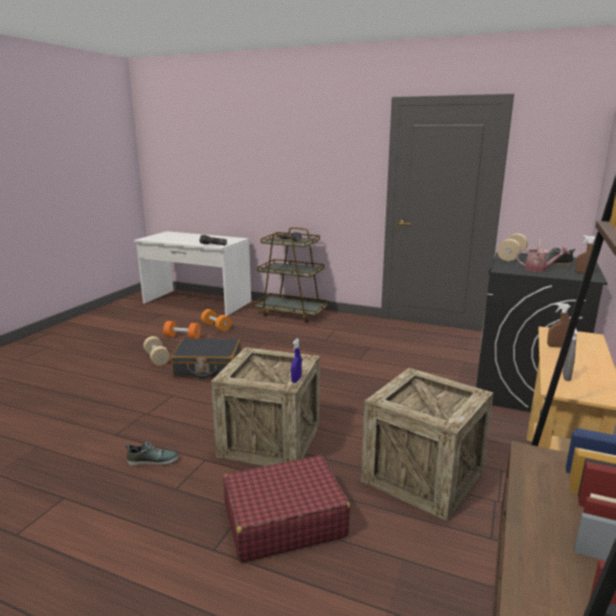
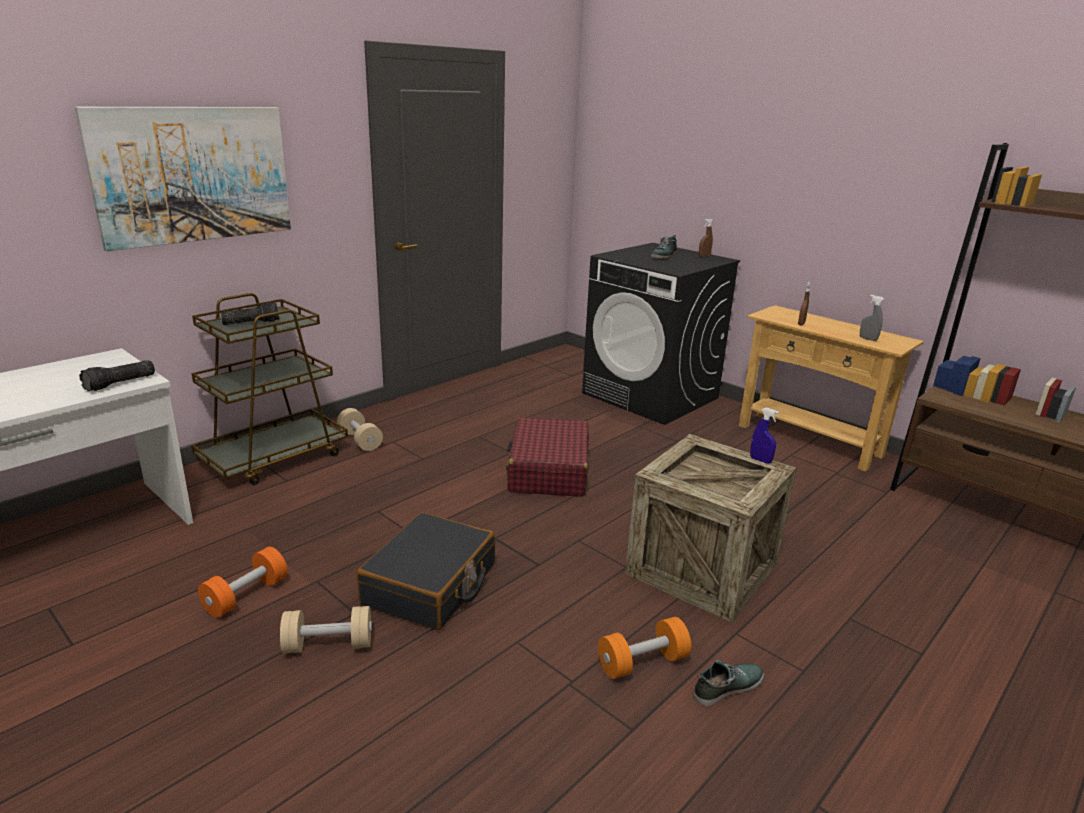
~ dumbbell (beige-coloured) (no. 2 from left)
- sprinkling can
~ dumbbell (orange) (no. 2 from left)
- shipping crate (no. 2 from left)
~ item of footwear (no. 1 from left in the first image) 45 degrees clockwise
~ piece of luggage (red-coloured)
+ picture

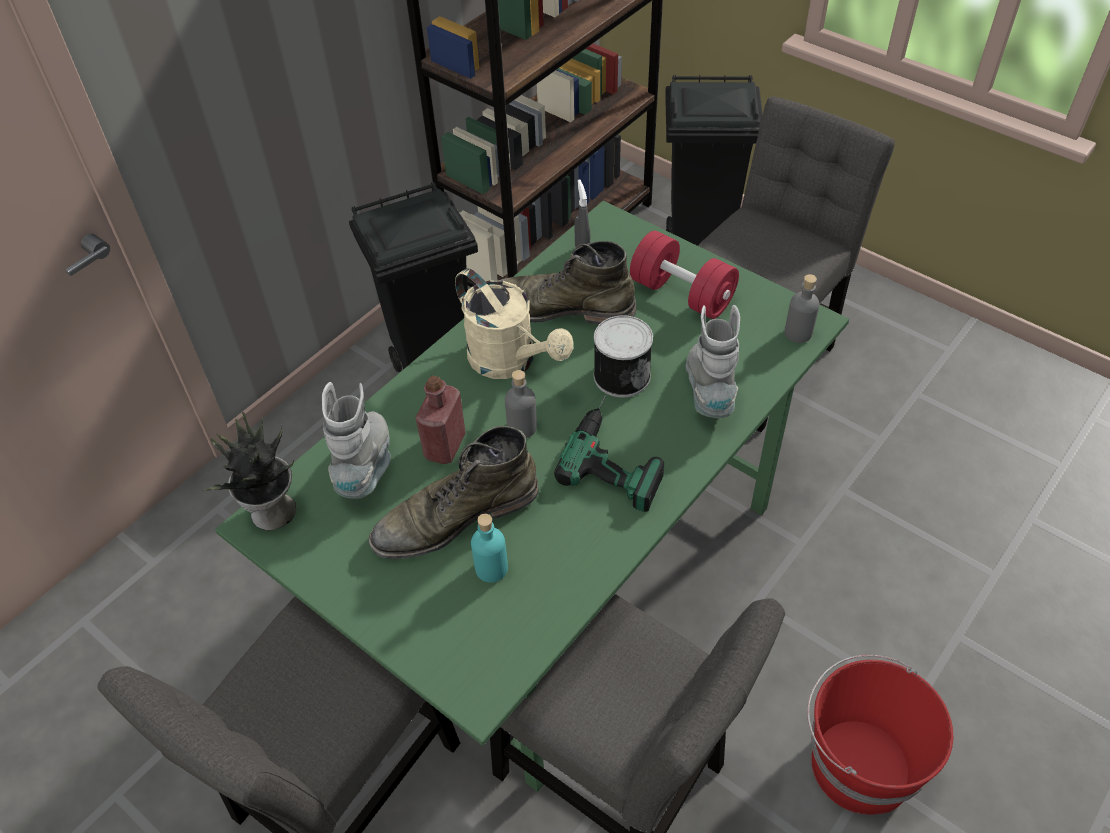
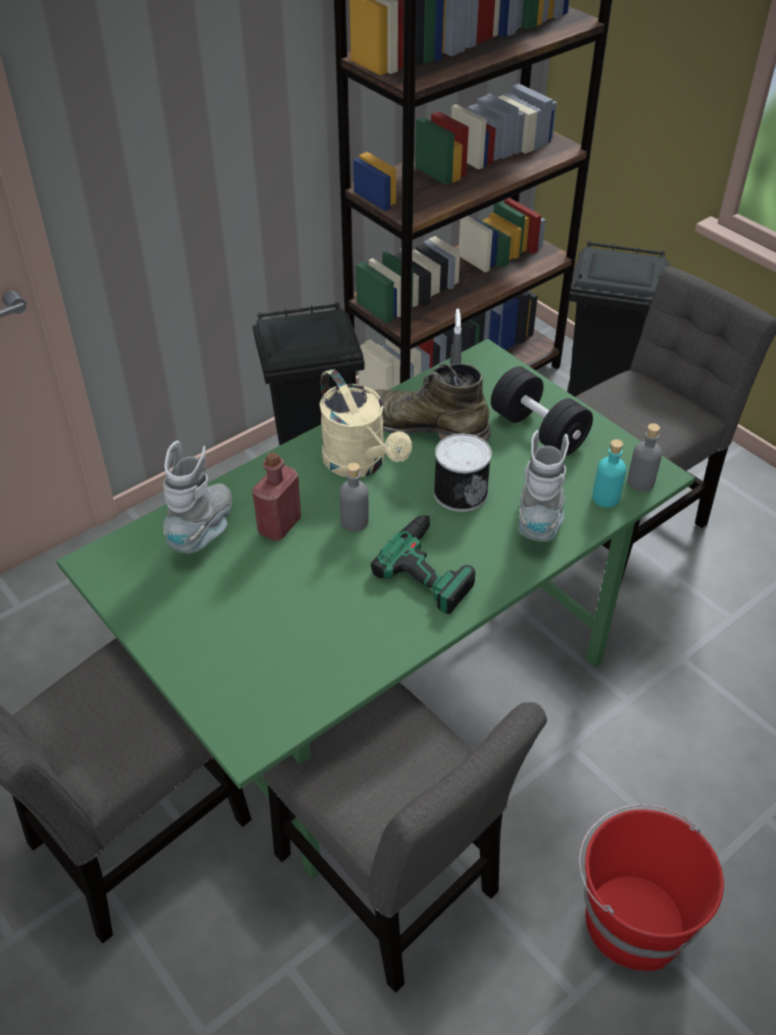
~ dumbbell (red-coloured) to dumbbell (black)
- houseplant
- high-top boot (green) (no. 1 from left)
~ drink bottle (turquoise)

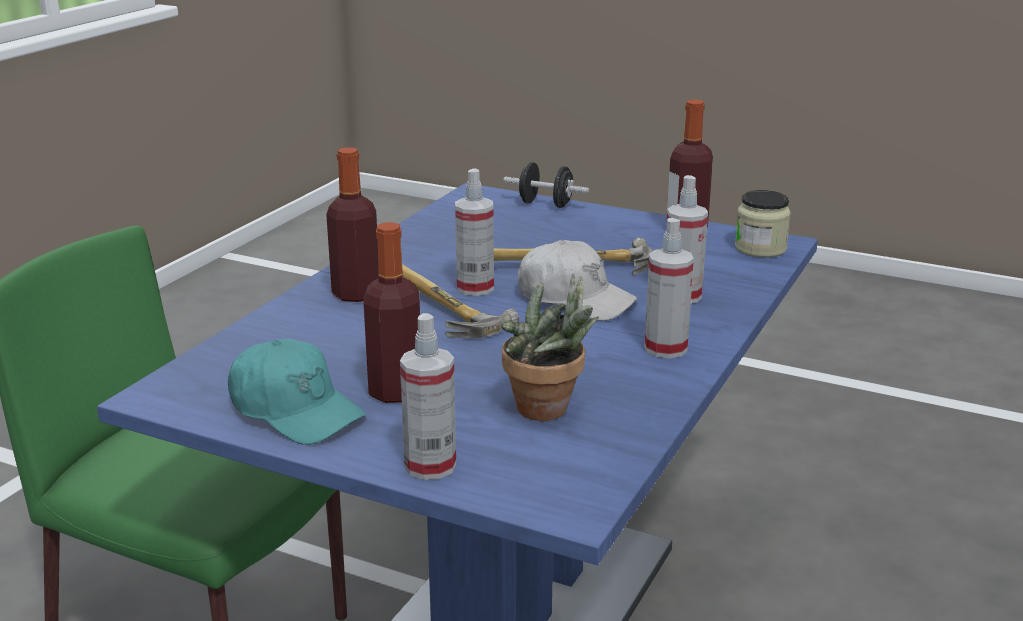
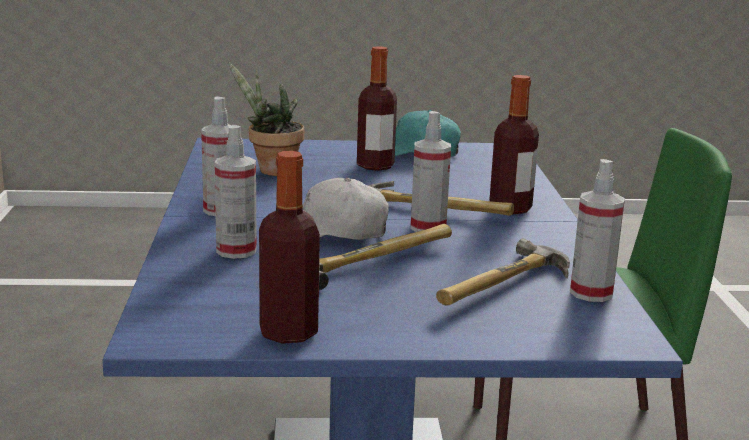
- dumbbell (black)
- jar
~ hand sprayer (no. 1 from left in the first image) to hand sprayer (no. 4 from left)
+ hand hammer (no. 3 from left)

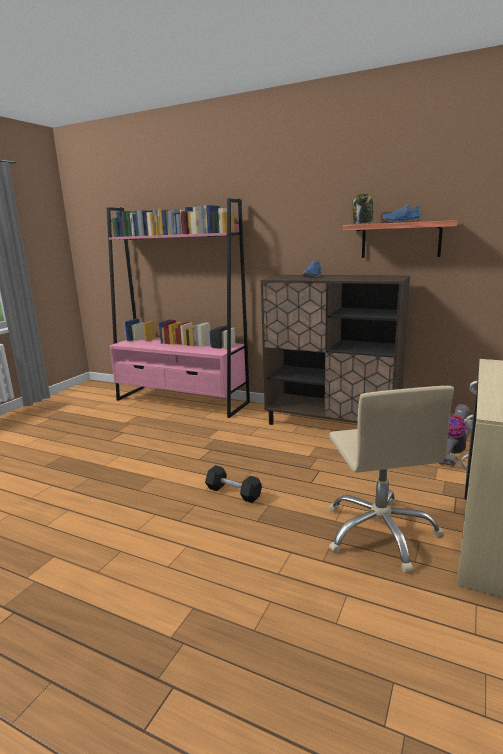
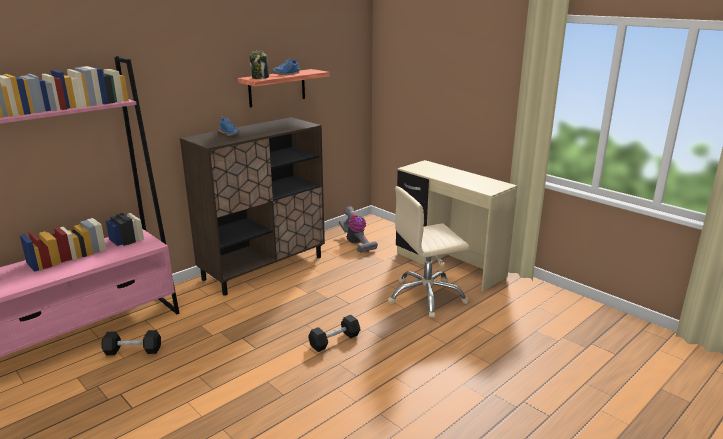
~ desk chair (beige-coloured) 150 degrees clockwise
+ dumbbell (black) (no. 1 from left)

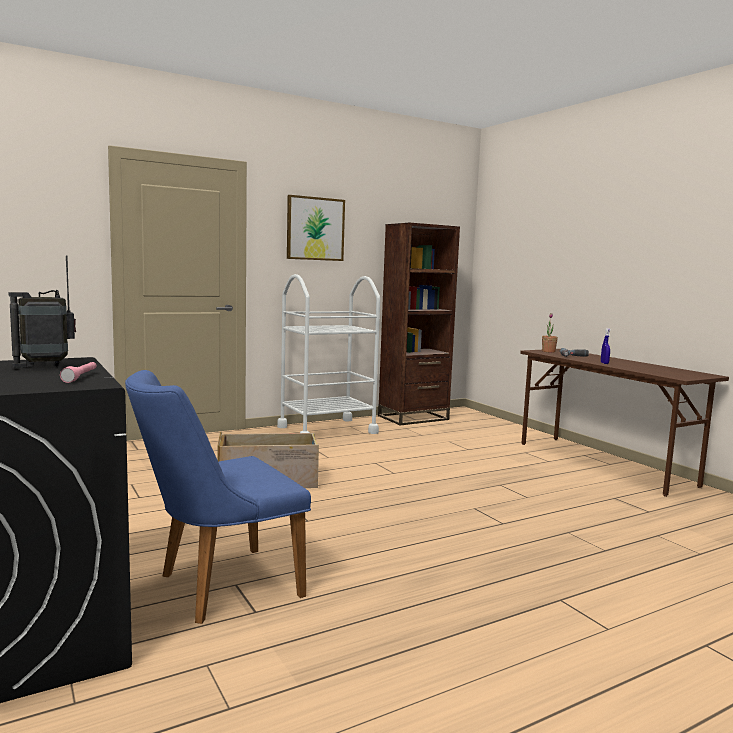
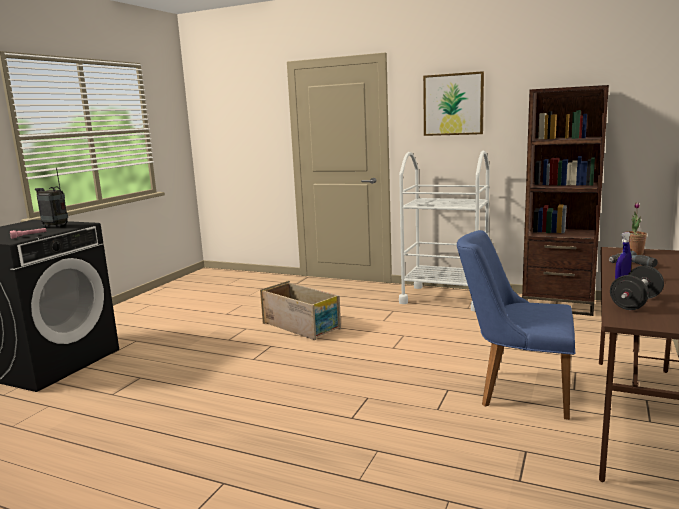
~ plain chair (blue-coloured)
+ dumbbell (black)

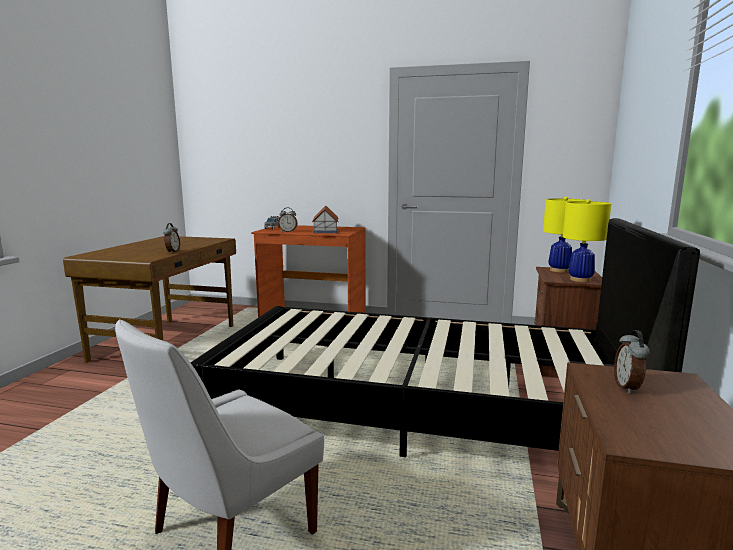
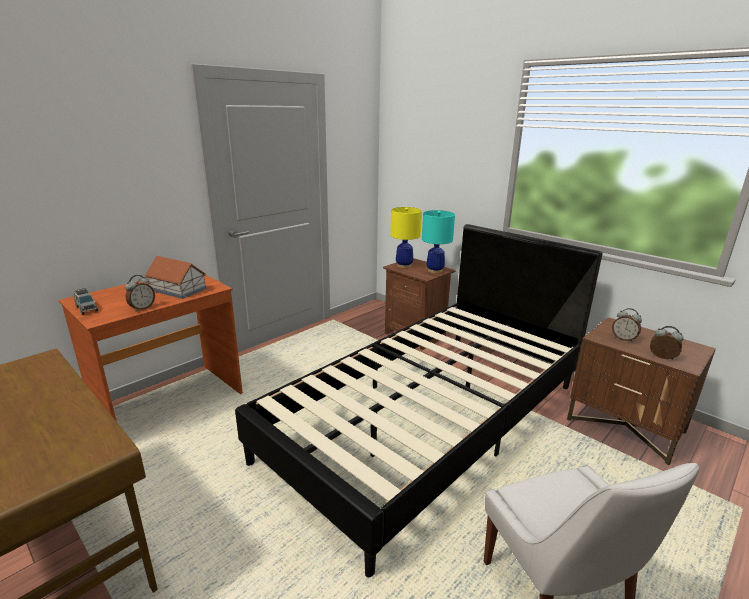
~ table lamp (yellow) (no. 2 from left) to table lamp (turquoise)
~ table clock (no. 1 from left in the first image) to table clock (no. 3 from left)

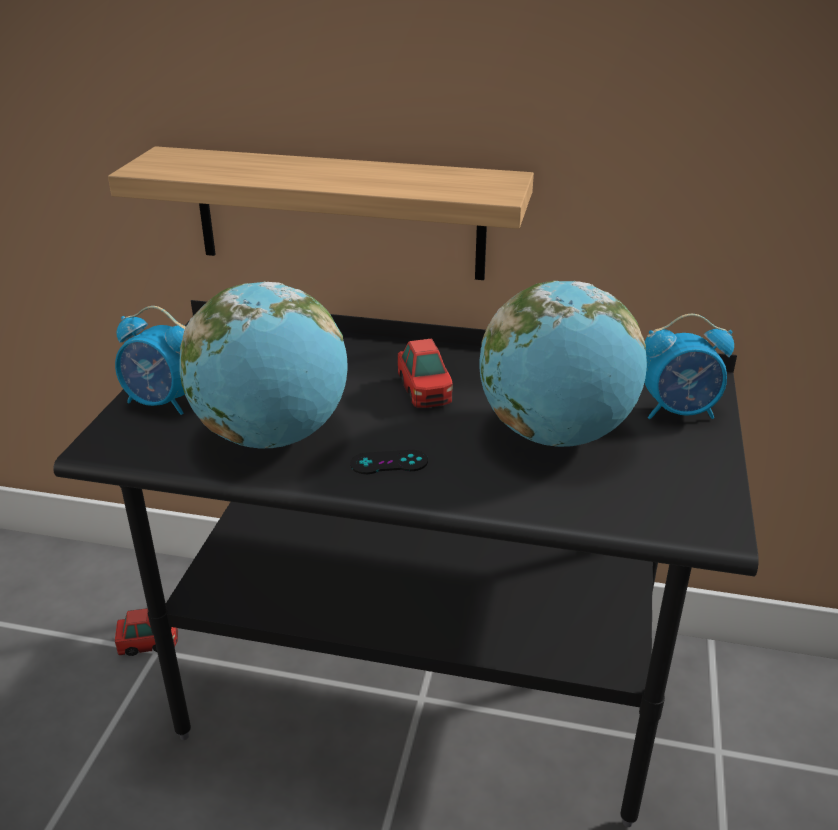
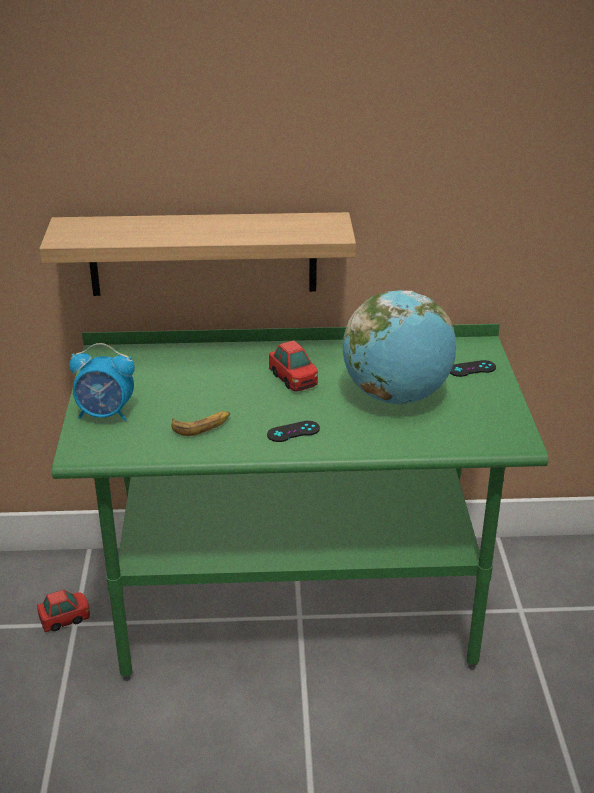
~ world globe (no. 1 from left) to banana fruit
~ desk unit (black) to desk unit (green)
~ table clock (no. 2 from left) to gamepad (black) (no. 2 from left)

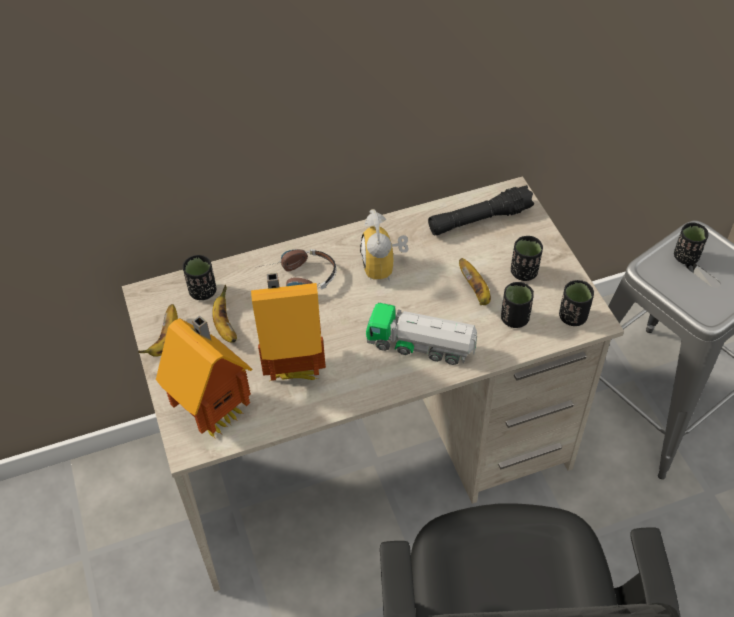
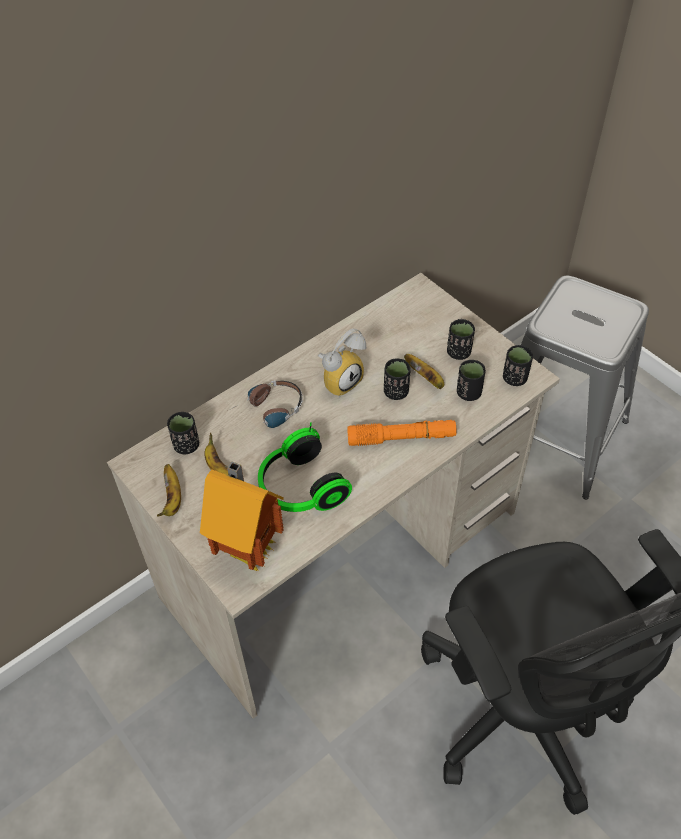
- flashlight (black)
~ table clock 105 degrees counterclockwise
~ cup (black) (no. 5 from left in the first image) to cup (black) (no. 2 from left)
~ miniature house (no. 2 from left) to pair of headphones (no. 2 from left)
~ toy lorry to flashlight (orange)

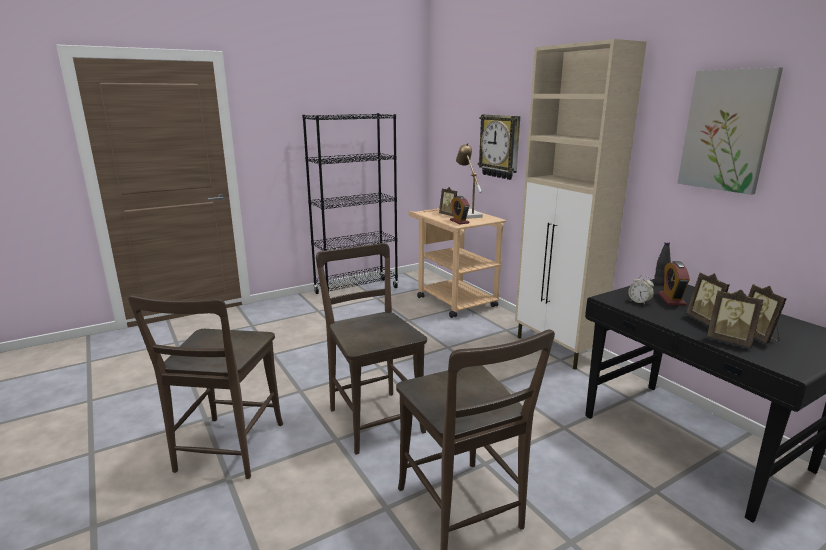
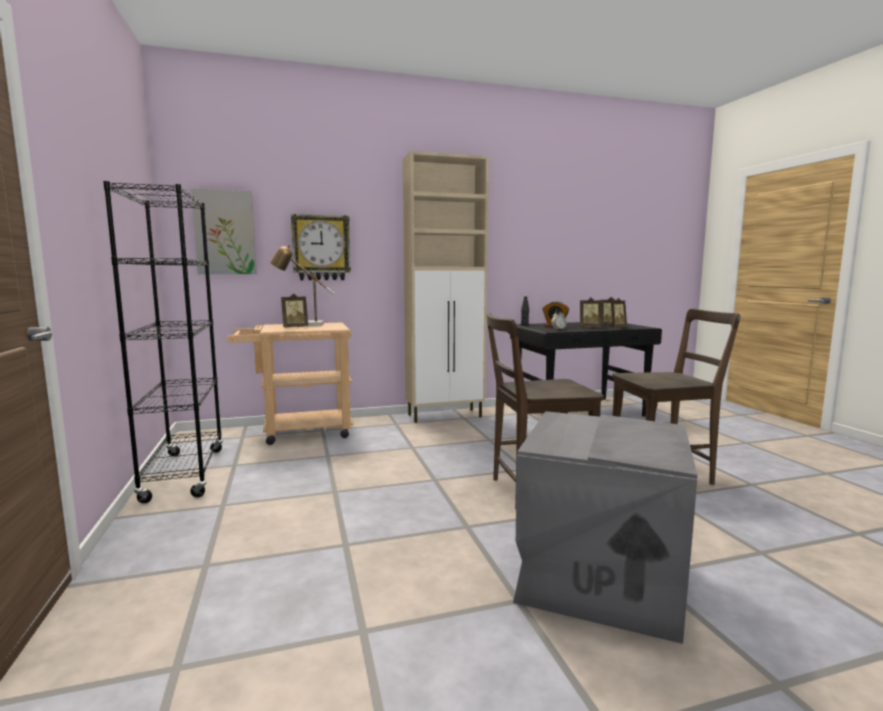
~ picture
- table clock (no. 1 from left)
~ plain chair (brownish) (no. 1 from left) to storage bin (greyish)

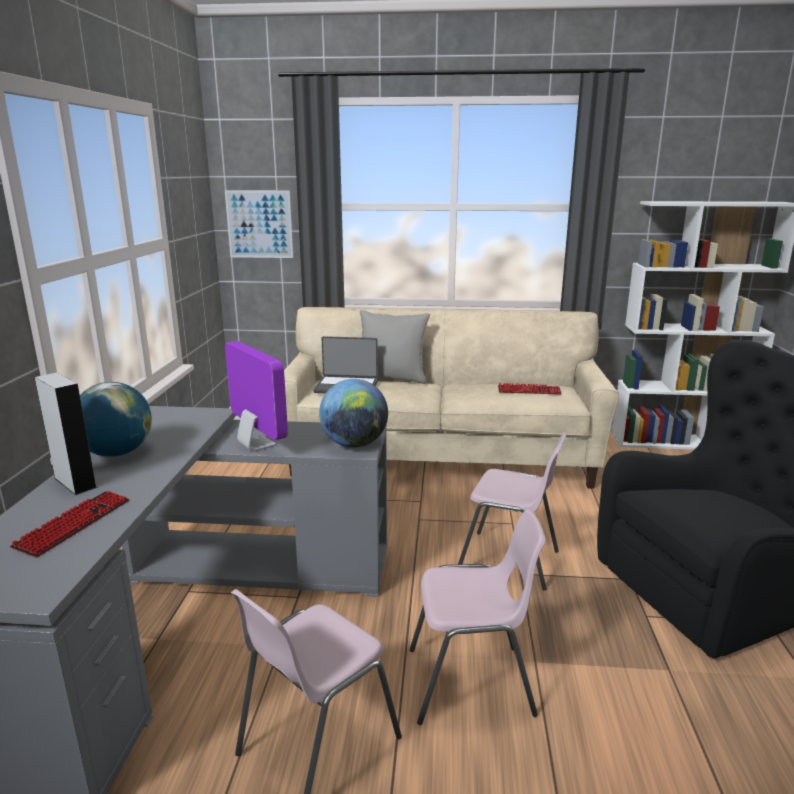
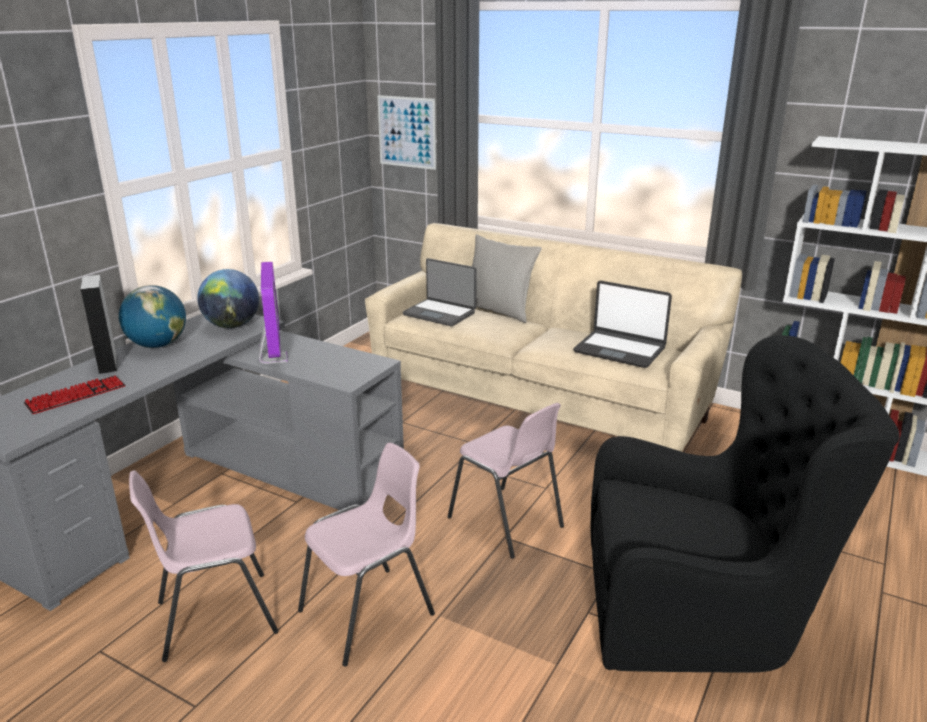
~ world globe (no. 2 from left)
~ computer keyboard (no. 2 from left) to portable computer (no. 2 from left)
~ plain chair (pinkish) (no. 2 from left) 60 degrees counterclockwise

